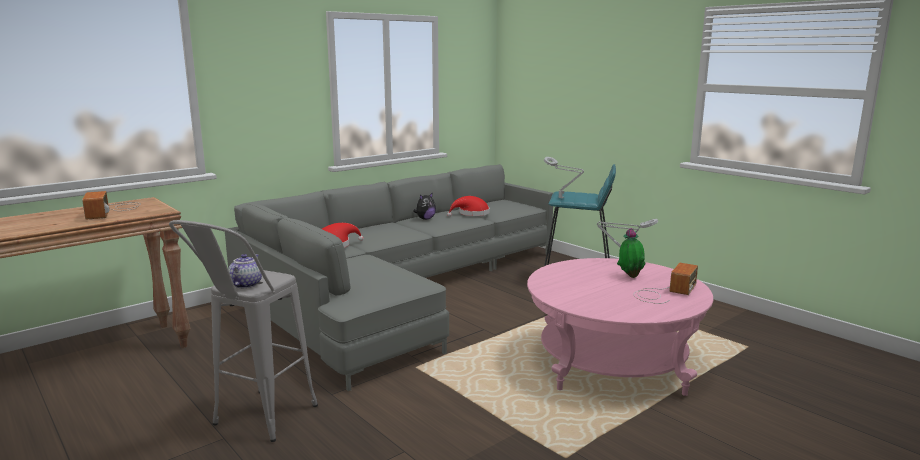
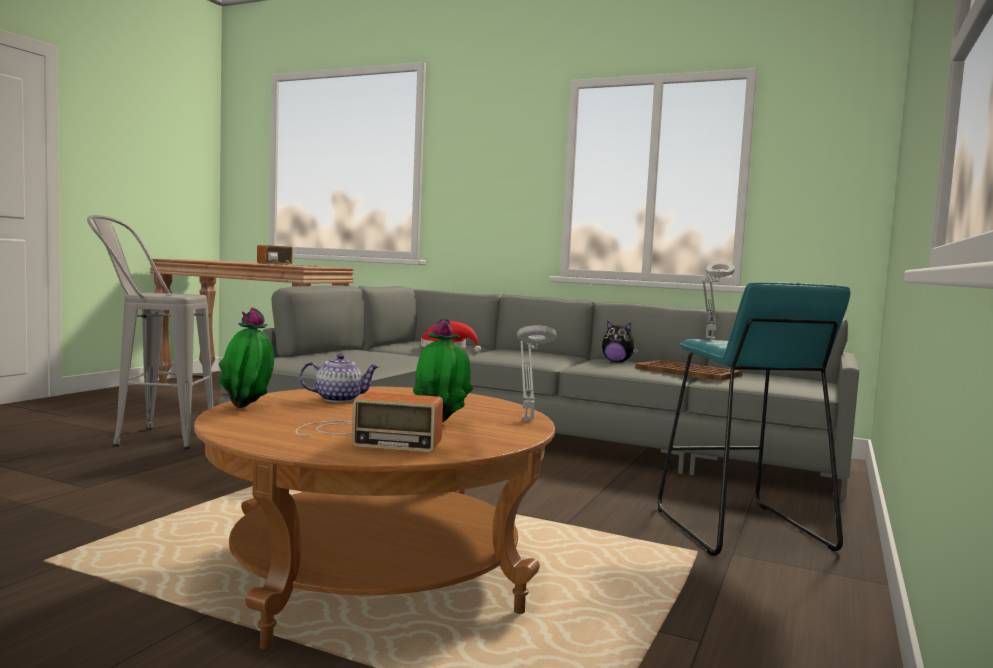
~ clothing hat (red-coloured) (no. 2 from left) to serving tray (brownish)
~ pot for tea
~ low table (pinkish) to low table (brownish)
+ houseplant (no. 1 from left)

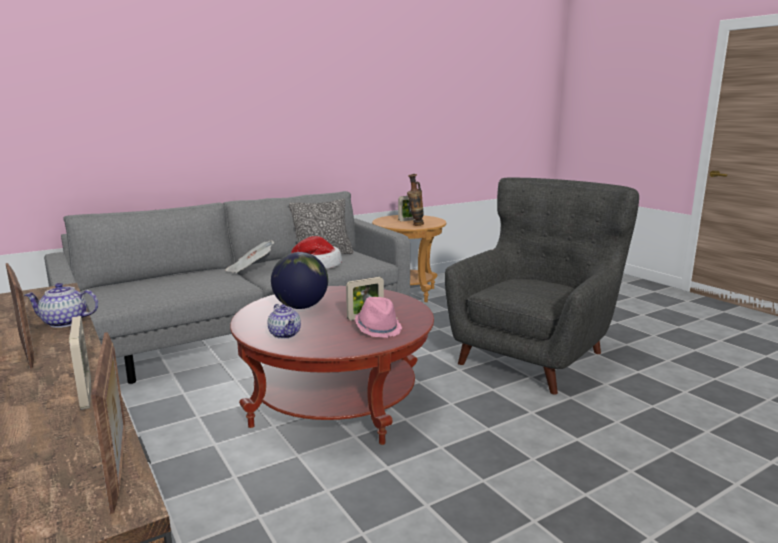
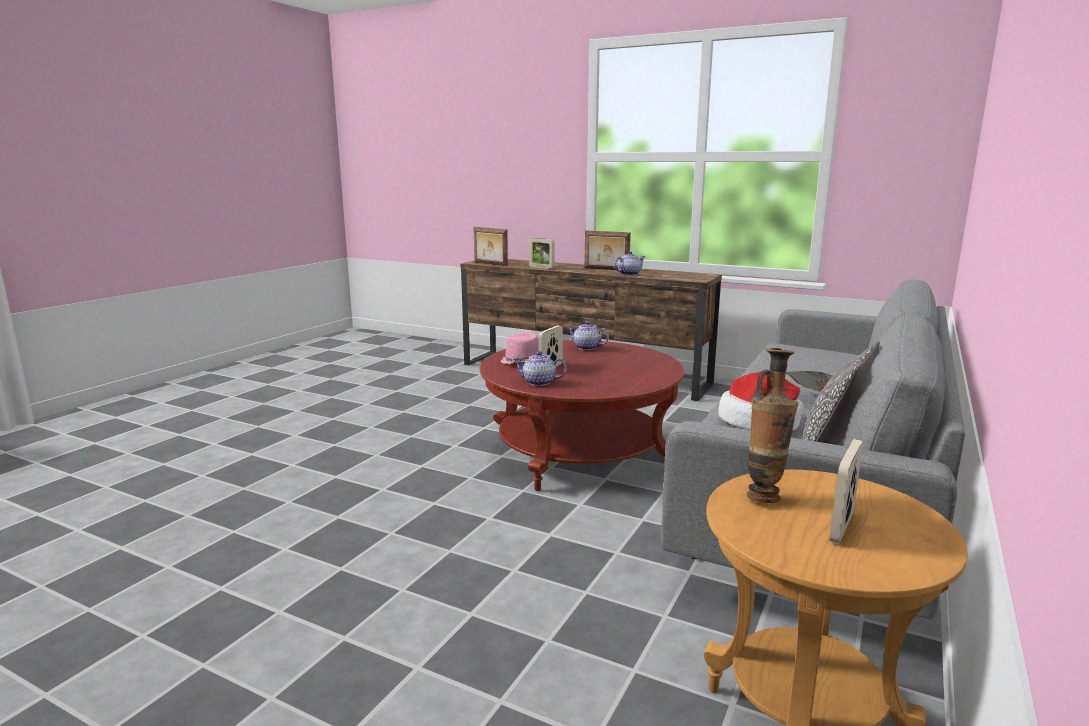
- armchair (greyish)
- world globe
+ pot for tea (no. 1 from left)

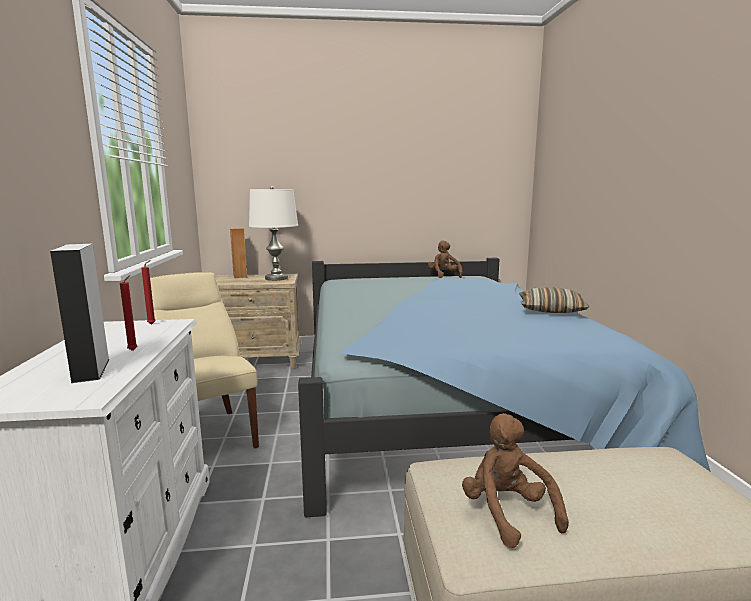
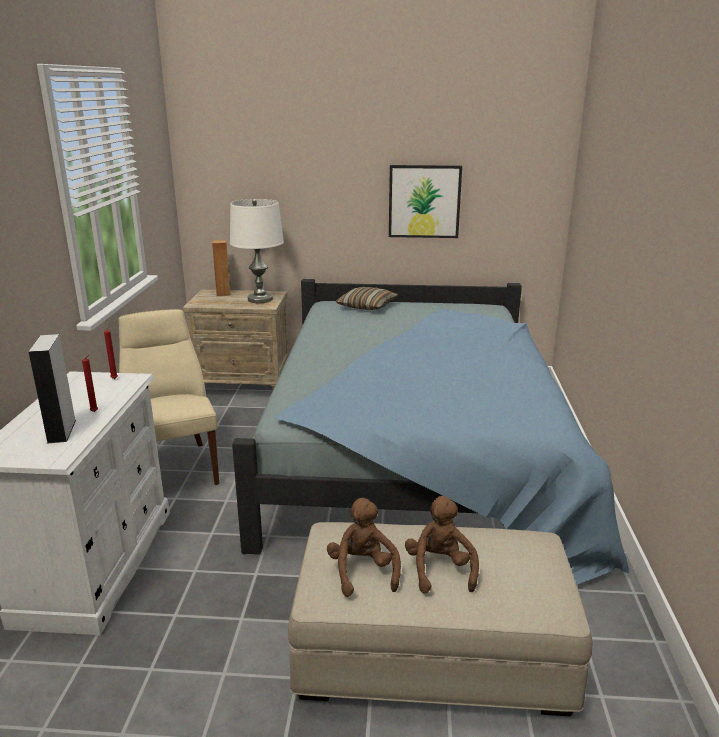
~ soft toy (brownish) (no. 1 from left in the first image) to soft toy (brownish) (no. 2 from left)
~ cushion
+ picture

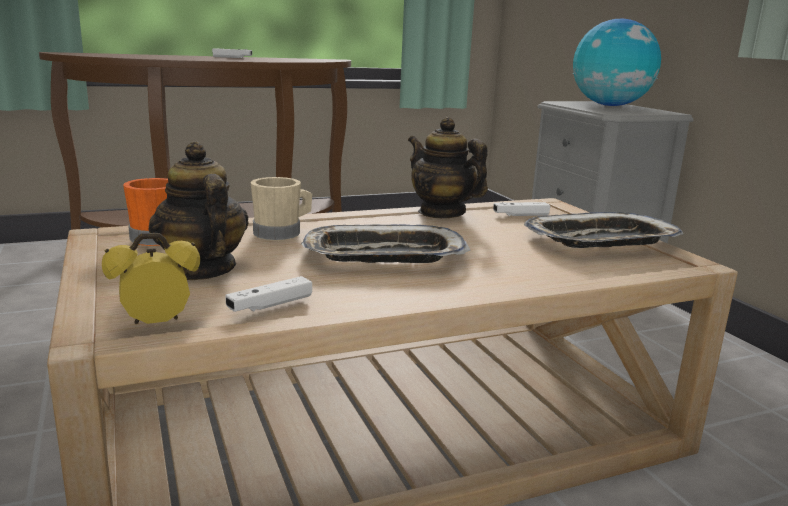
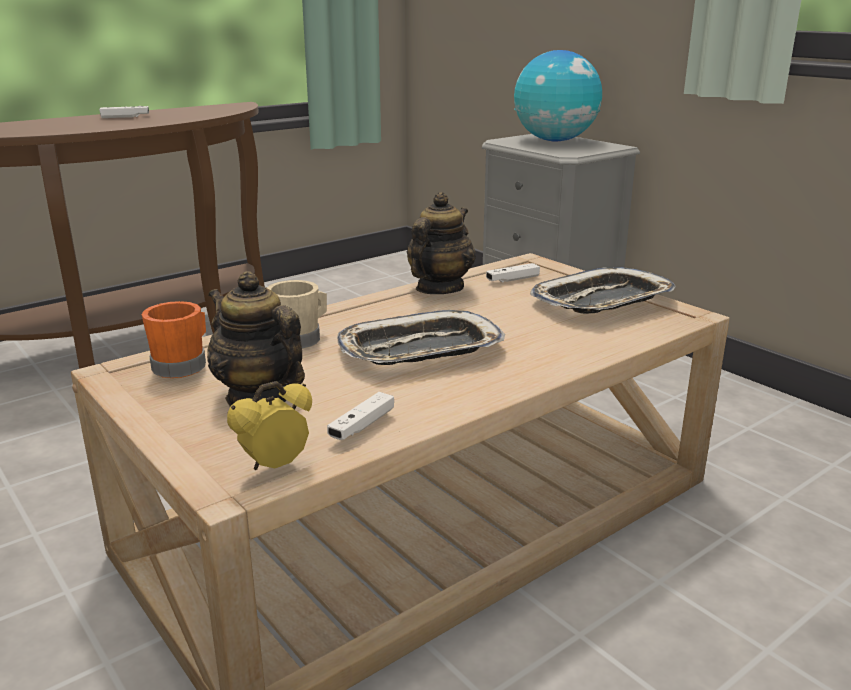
~ pot for tea (no. 2 from left) 90 degrees clockwise

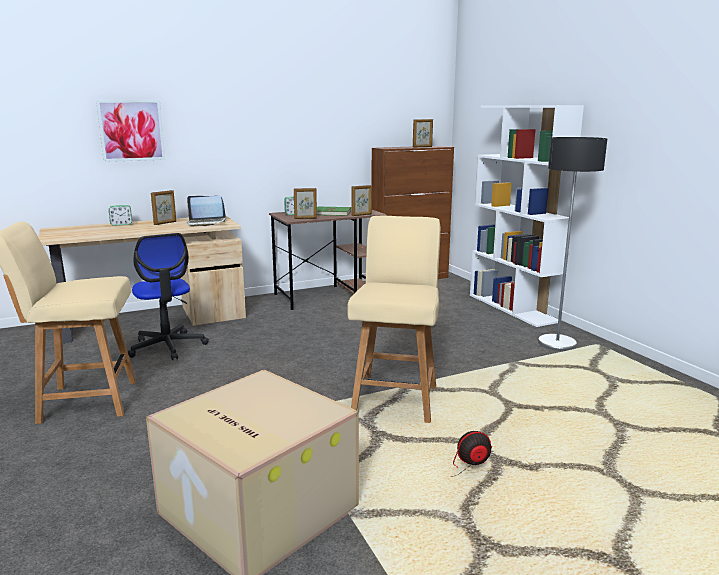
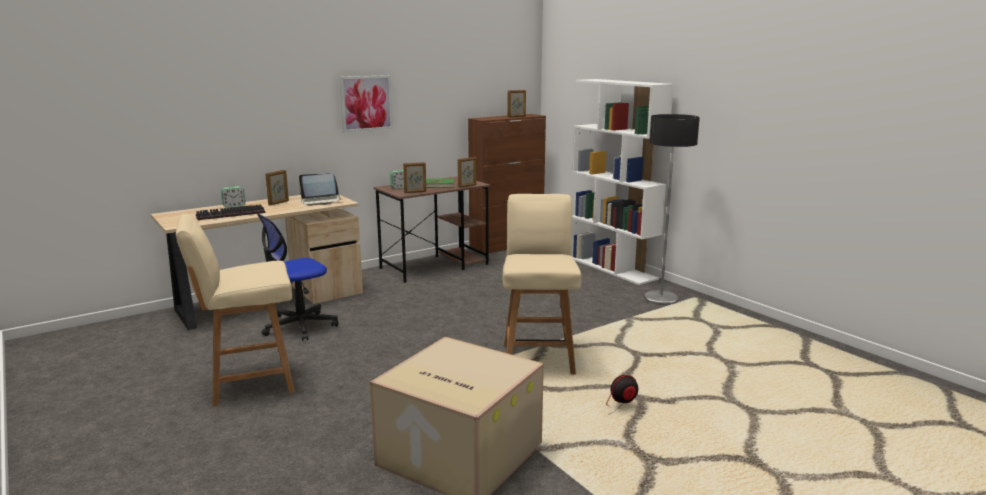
~ picture
~ desk chair 90 degrees clockwise
+ computer keyboard

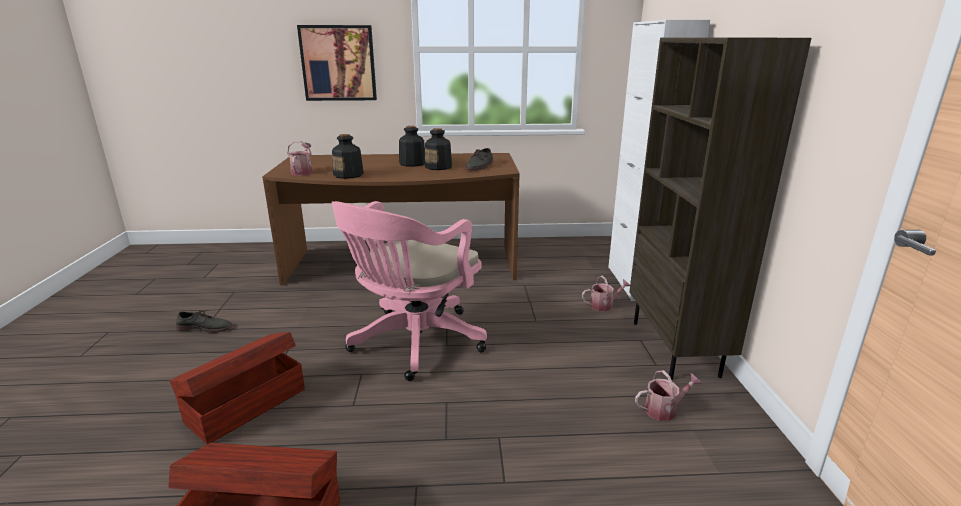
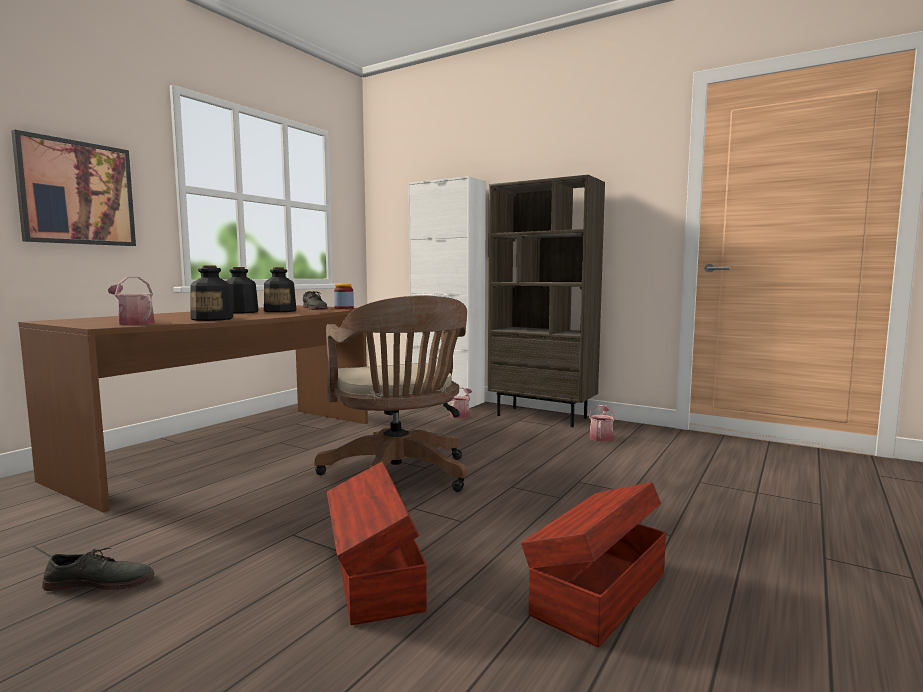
~ desk chair (pinkish) to desk chair (brownish)
~ item of footwear (greyish) (no. 1 from left) 45 degrees clockwise
+ jar

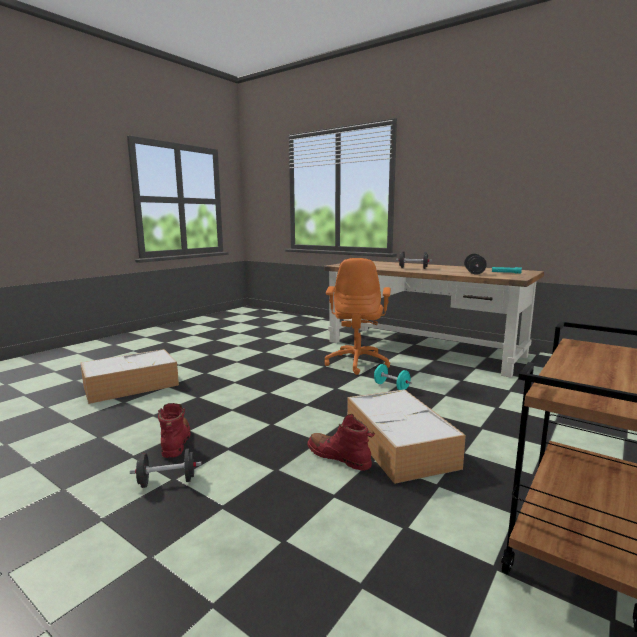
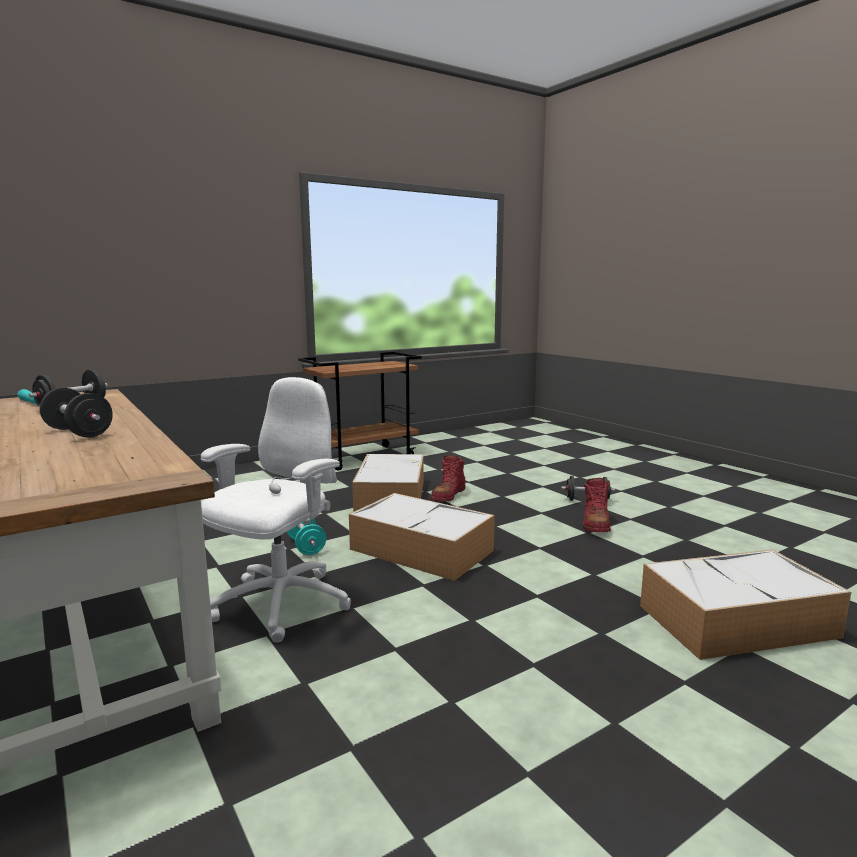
~ desk chair (orange) to desk chair (white)
~ high-top boot (red-coloured) (no. 2 from left in the first image) 60 degrees clockwise
+ storage bin (no. 2 from left)

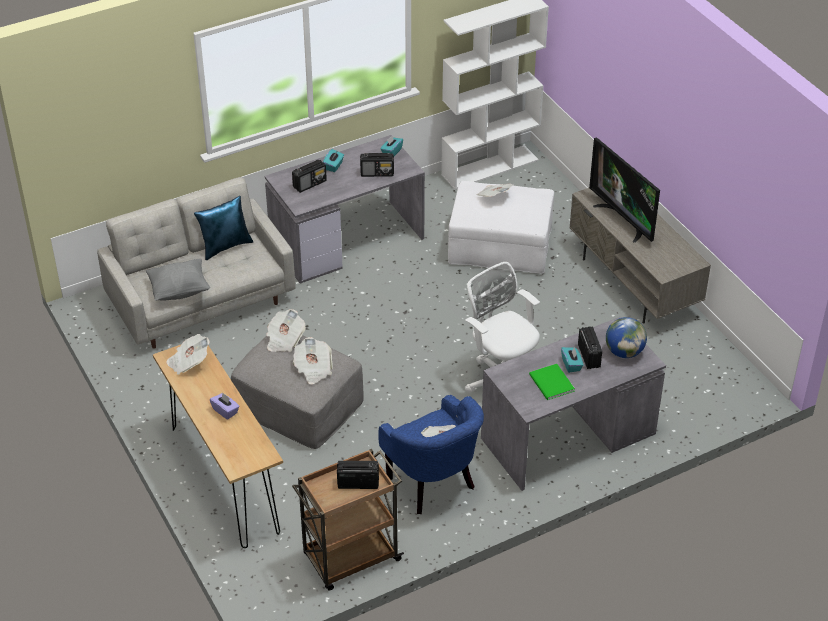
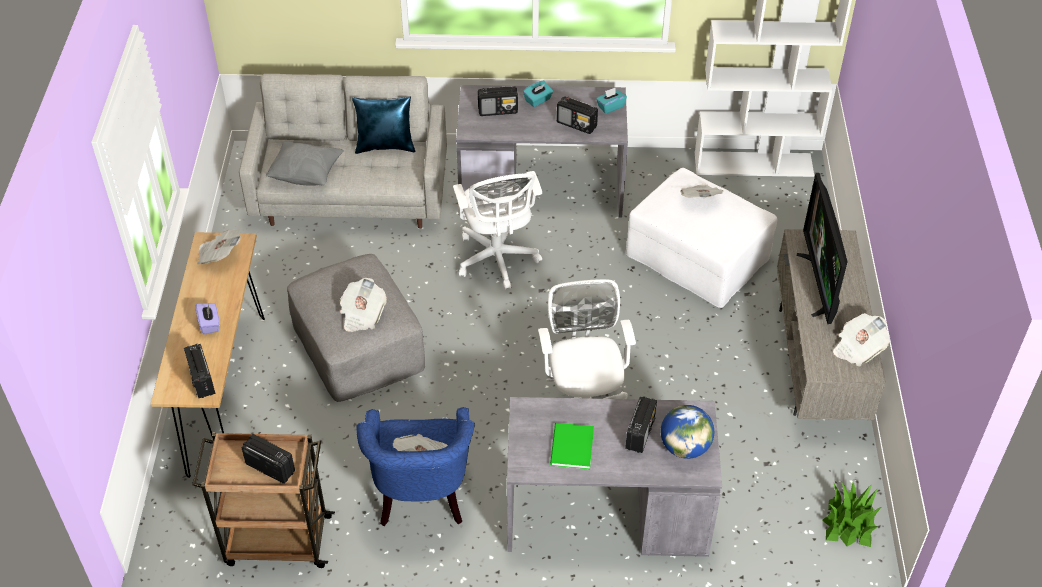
~ newspaper (no. 2 from left in the first image) to newspaper (no. 5 from left)
- box of tissues (turquoise) (no. 3 from left)
+ desk chair (white) (no. 1 from left)
+ radio receiver (no. 1 from left)
+ houseplant

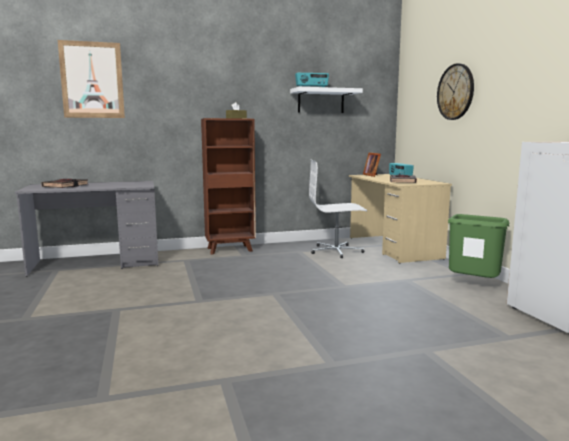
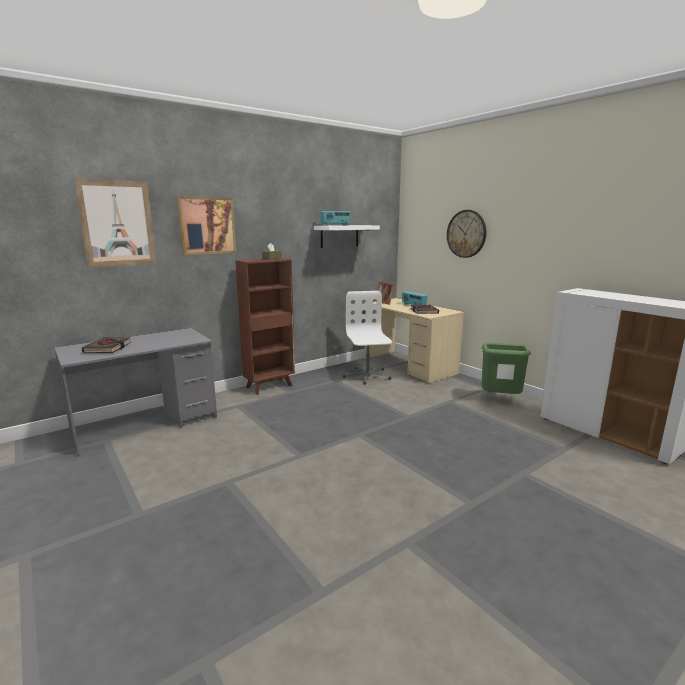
~ desk chair (white) 105 degrees clockwise
+ picture (no. 2 from left)

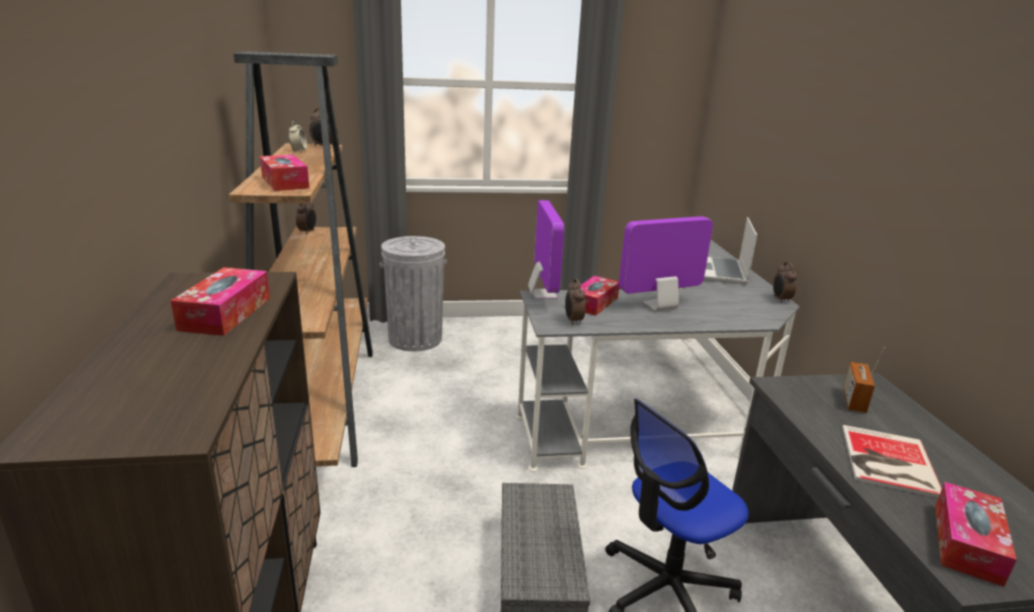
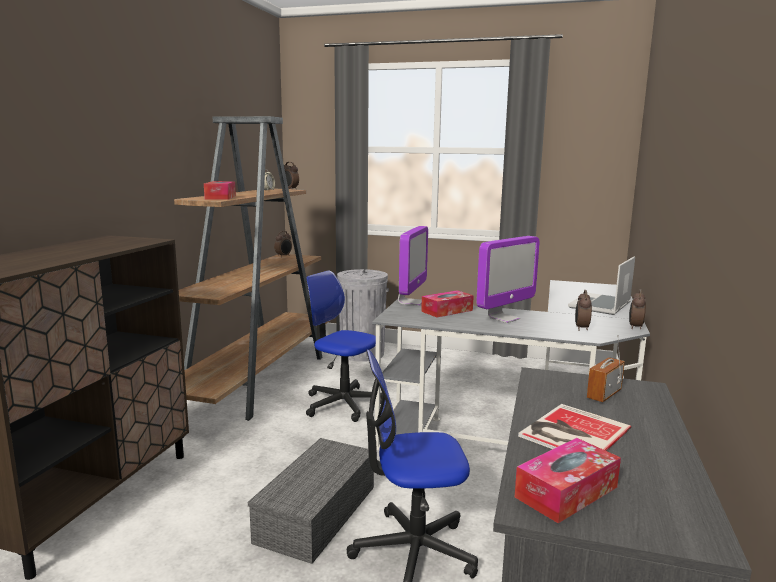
~ computer screen (no. 2 from left) 135 degrees clockwise
- box of tissues (no. 1 from left)
~ table clock (no. 4 from left)
+ desk chair (no. 1 from left)

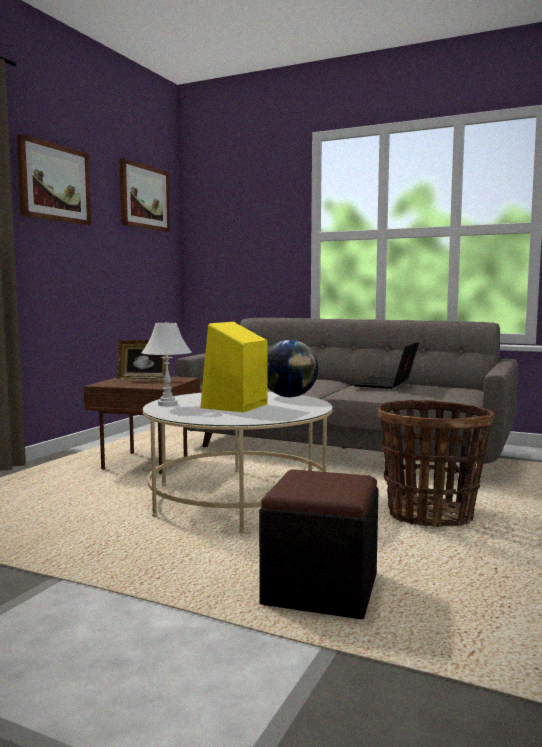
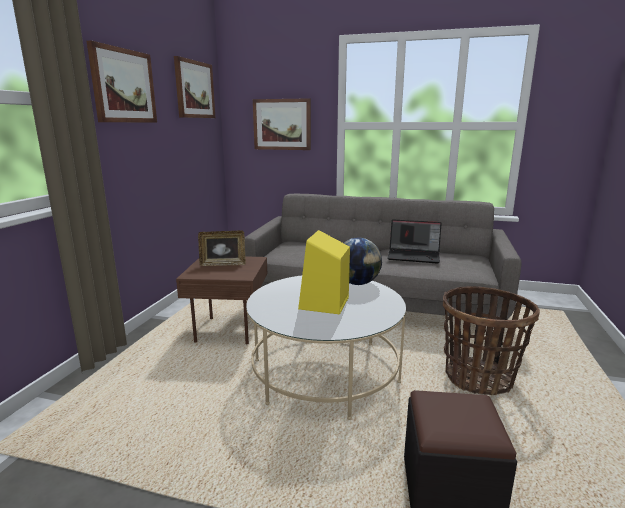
- table lamp (white)
~ portable computer 90 degrees counterclockwise
+ picture (no. 3 from left)

